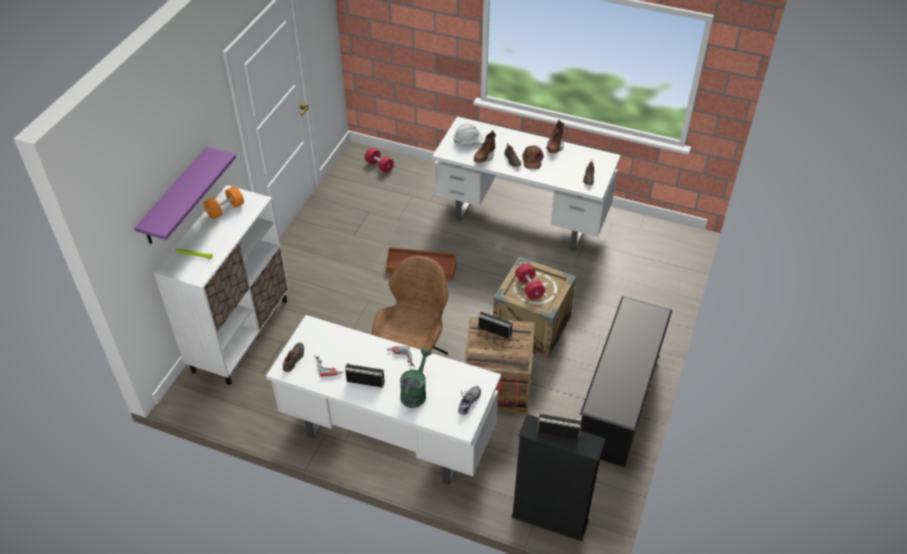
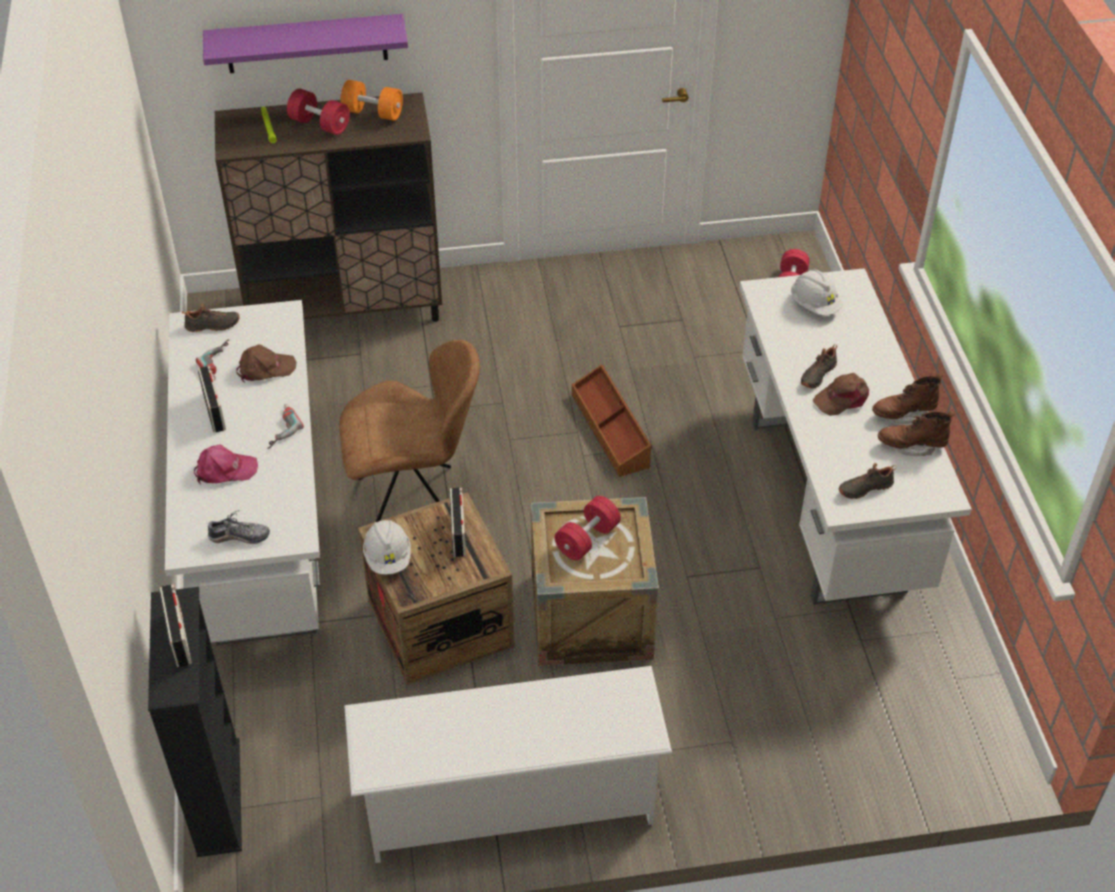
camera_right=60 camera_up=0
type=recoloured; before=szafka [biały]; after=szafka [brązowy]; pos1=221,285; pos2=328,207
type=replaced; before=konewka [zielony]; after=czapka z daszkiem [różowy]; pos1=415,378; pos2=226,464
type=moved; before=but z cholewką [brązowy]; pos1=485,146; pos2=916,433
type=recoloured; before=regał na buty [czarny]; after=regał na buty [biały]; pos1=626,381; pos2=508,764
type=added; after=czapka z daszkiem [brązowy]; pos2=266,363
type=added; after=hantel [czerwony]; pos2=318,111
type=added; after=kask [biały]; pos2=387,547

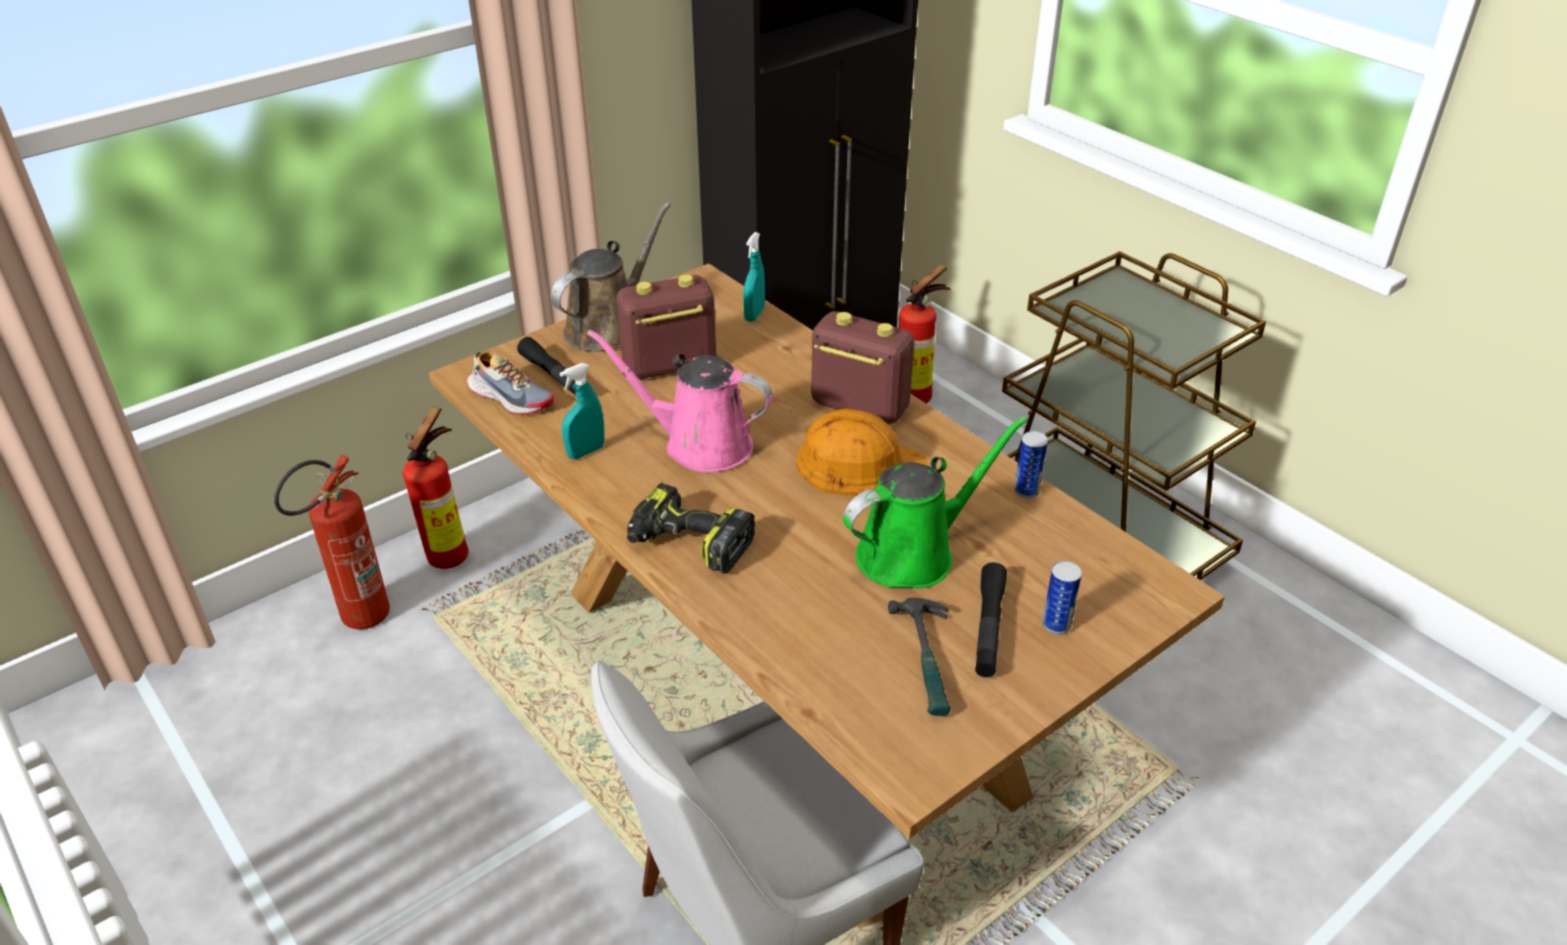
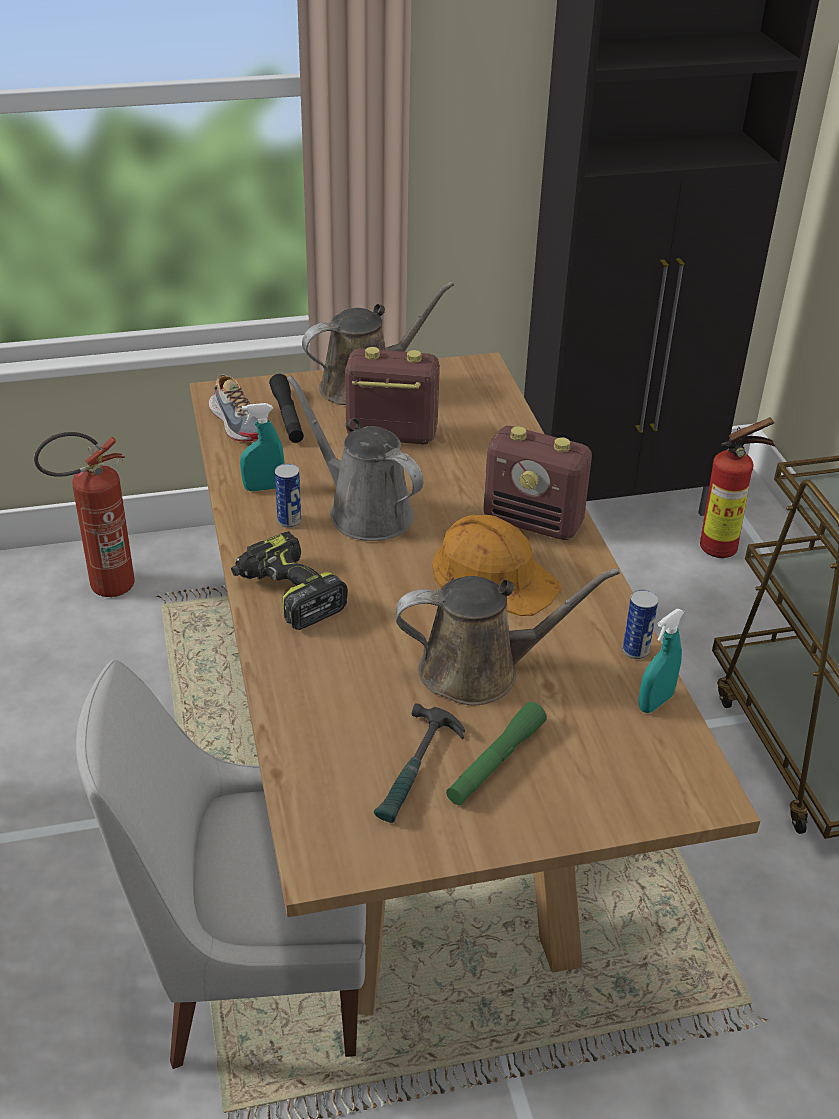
camera_right=25 camera_up=0
type=removed; before=gaśnica; pos1=436,487
type=recoloured; before=konewka [różowy]; after=konewka [szary]; pos1=680,401; pos2=355,458
type=moved; before=spryskiwacz [turkusowy]; pos1=754,276; pos2=661,661
type=turned; before=radio; pos1=863,368; pos2=537,483; turn=150
type=recoloured; before=konewka [zielony]; after=konewka [brązowy]; pos1=935,502; pos2=508,637
type=recoloured; before=latarka [czarny]; after=latarka [zielony]; pos1=991,620; pos2=496,753
type=moved; before=puszka; pos1=1062,598; pos2=288,495

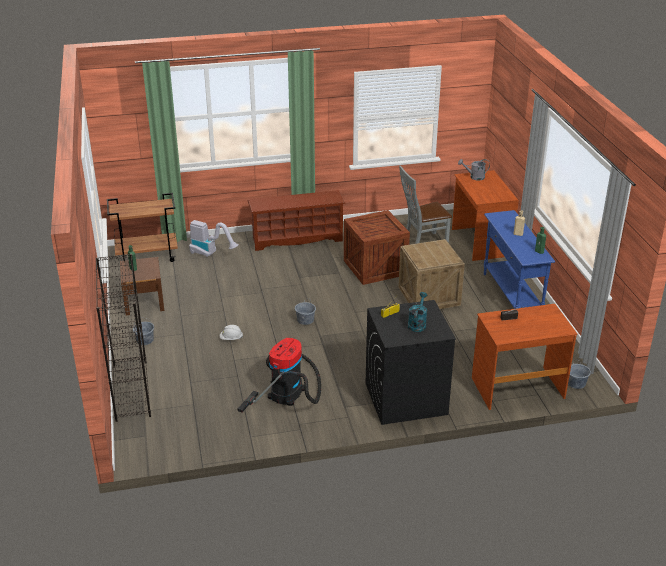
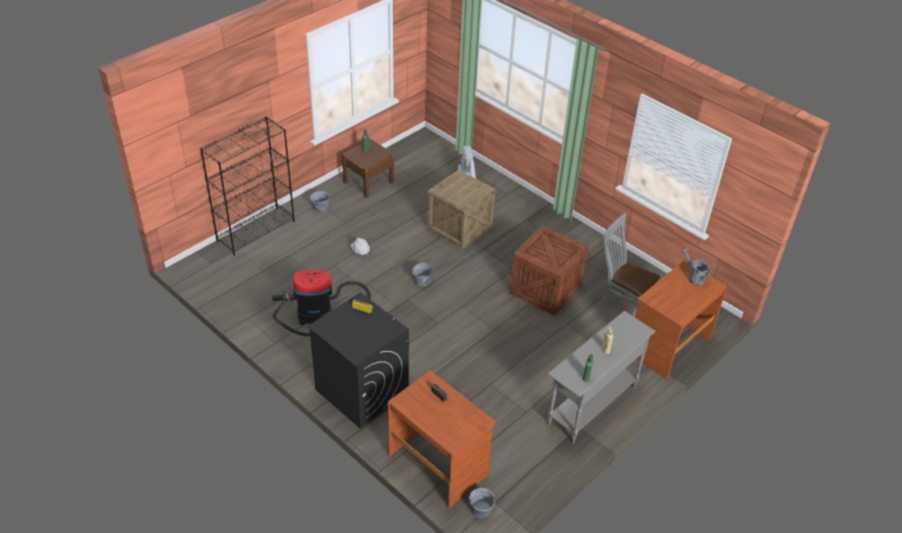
camera_right=55 camera_up=10
type=removed; before=wózek [brązowy]; pos1=142,227
type=removed; before=regał na buty [brązowy]; pos1=296,220
type=moved; before=skrzynka; pos1=431,274; pos2=461,209
type=removed; before=konewka [turkusowy]; pos1=417,312
type=recoloured; before=stolik konsolowy [niebieski]; after=stolik konsolowy [szary]; pos1=519,259; pos2=601,377

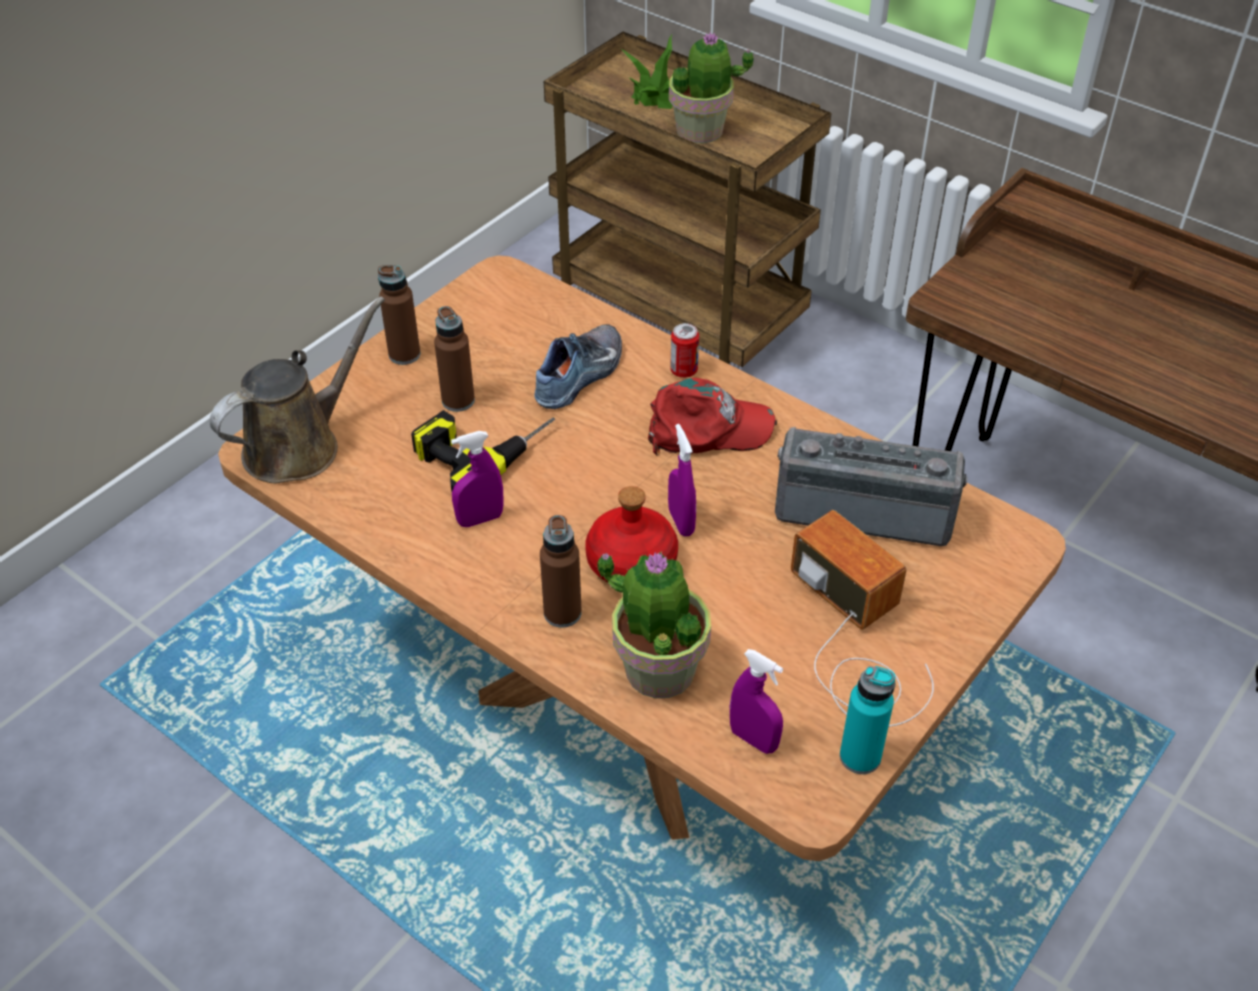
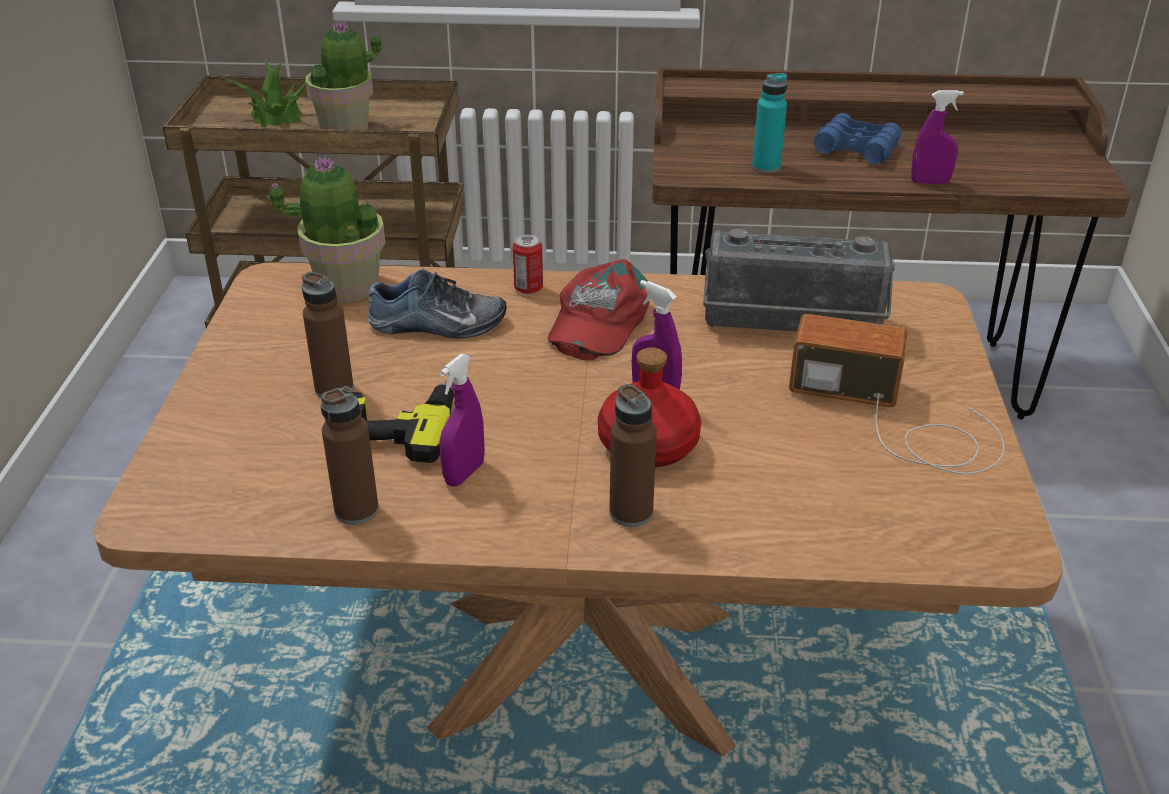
camera_right=-35 camera_up=-10
type=removed; before=konewka [brązowy]; pos1=297,390
type=moved; before=butelka [brązowy]; pos1=399,315; pos2=350,455
type=turned; before=but; pos1=578,366; pos2=437,303; turn=90
type=moved; before=roślina doniczkowa; pos1=654,625; pos2=327,229
type=turned; before=czapka z daszkiem [czerwony]; pos1=712,417; pos2=598,310; turn=150
type=moved; before=spryskiwacz [fioletowy]; pos1=756,701; pos2=937,137
type=turned; before=radio; pos1=871,486; pos2=799,280; turn=-150
type=moved; before=butelka [turkusowy]; pos1=867,720; pos2=769,123
type=added; after=lornetka [niebieski]; pos2=857,138

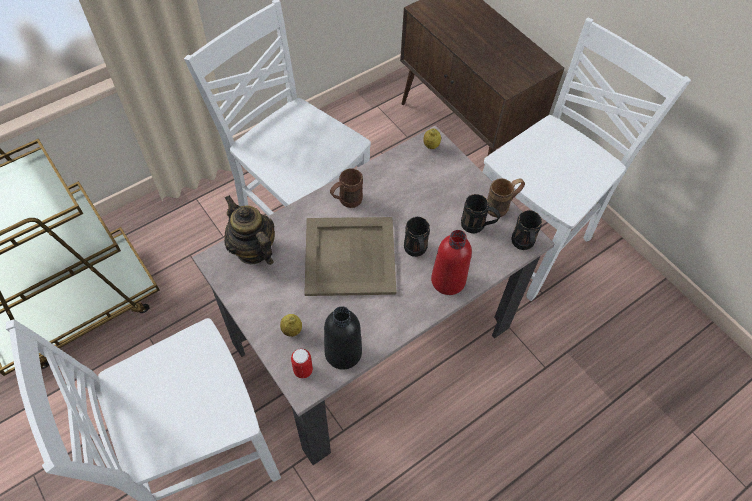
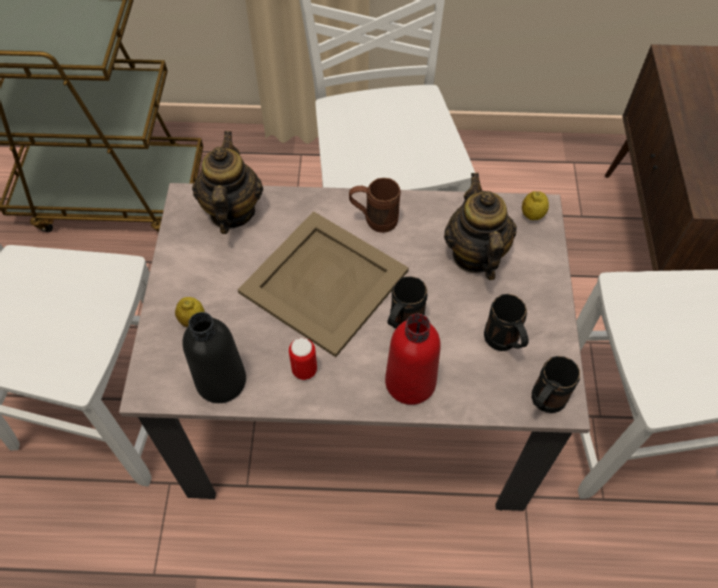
camera_right=40 camera_up=0
type=moved; before=puszka; pos1=302,364; pos2=303,359
type=removed; before=kubek [brązowy]; pos1=506,197
type=added; after=imbryk; pos2=480,226

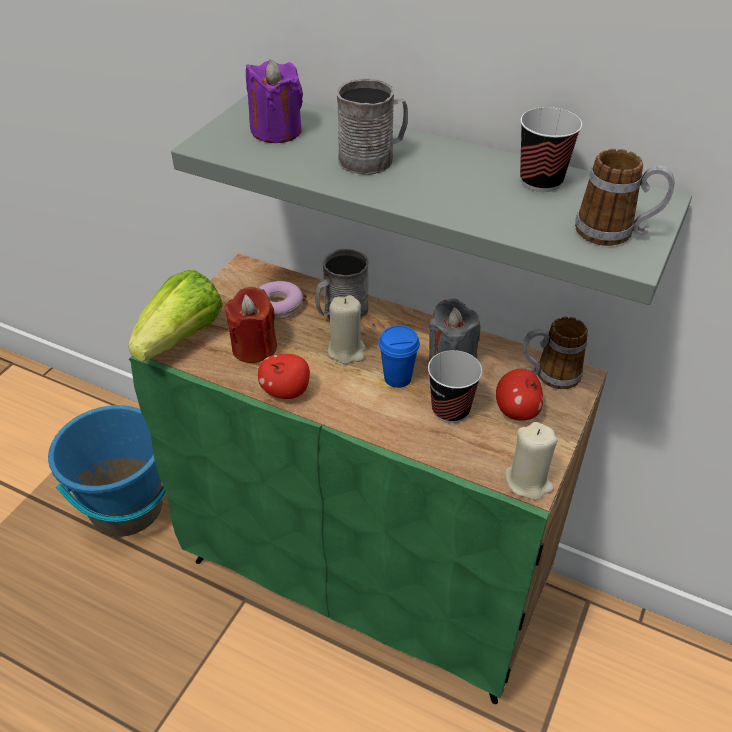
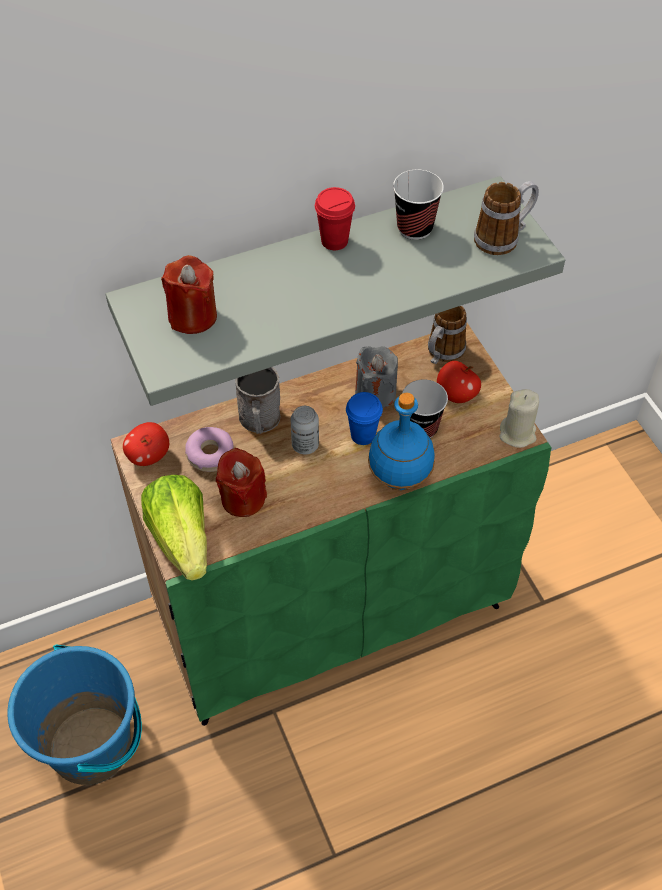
camera_right=-50 camera_up=10
type=recoloured; before=świeca [fioletowy]; after=świeca [czerwony]; pos1=274,101; pos2=189,294
type=moved; before=jabłko; pos1=284,376; pos2=146,444
type=replaced; before=świeca [beżowy]; after=puszka; pos1=346,329; pos2=304,430
type=removed; before=kubek [szary]; pos1=372,126
type=added; after=filiżanka [czerwony]; pos2=335,218
type=added; after=butelka [niebieski]; pos2=401,441

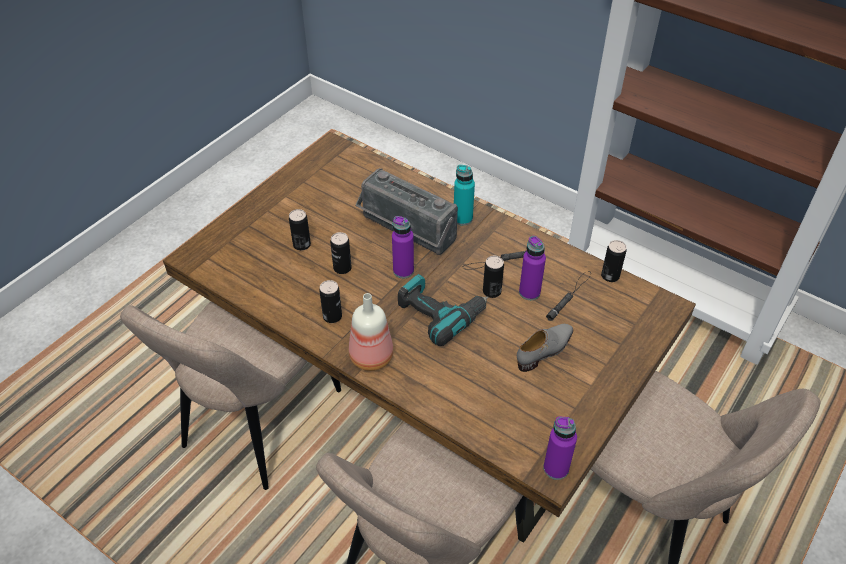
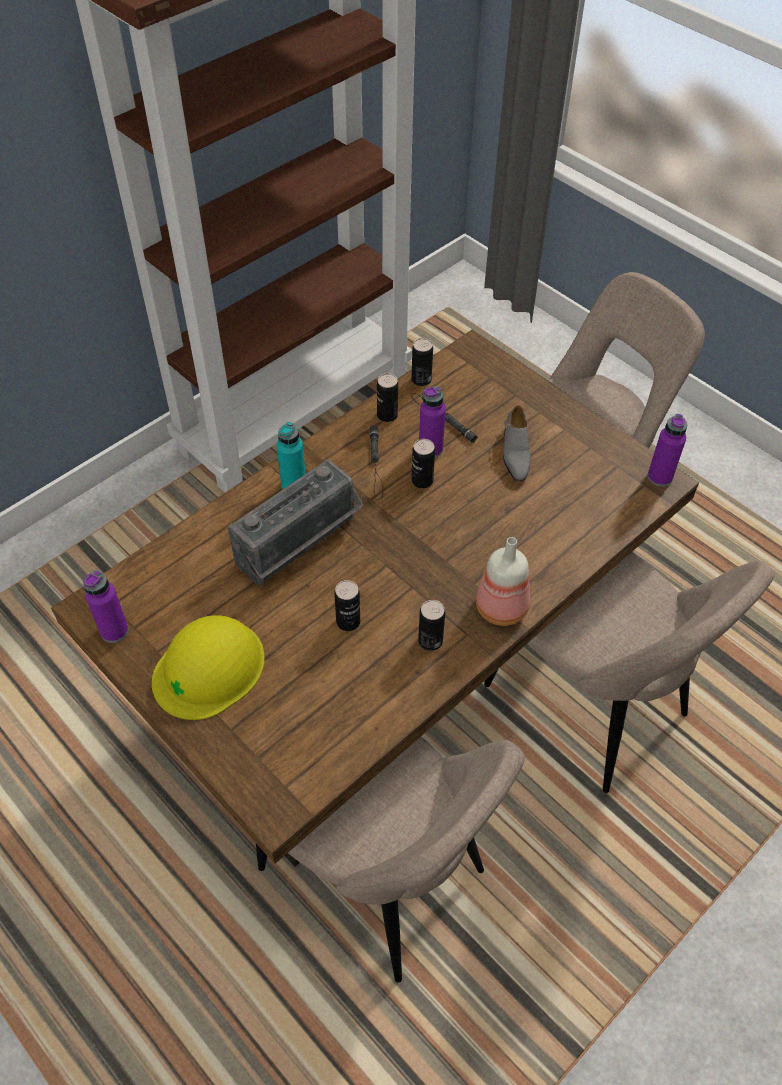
camera_right=-80 camera_up=5
type=moved; before=puszka; pos1=300,229; pos2=387,397
type=moved; before=butelka [fioletowy]; pos1=403,247; pos2=106,606
type=removed; before=wiertarka; pos1=443,310
type=turned; before=but [szary]; pos1=545,348; pos2=516,443; turn=-150
type=added; after=kask [żółty]; pos2=208,667

